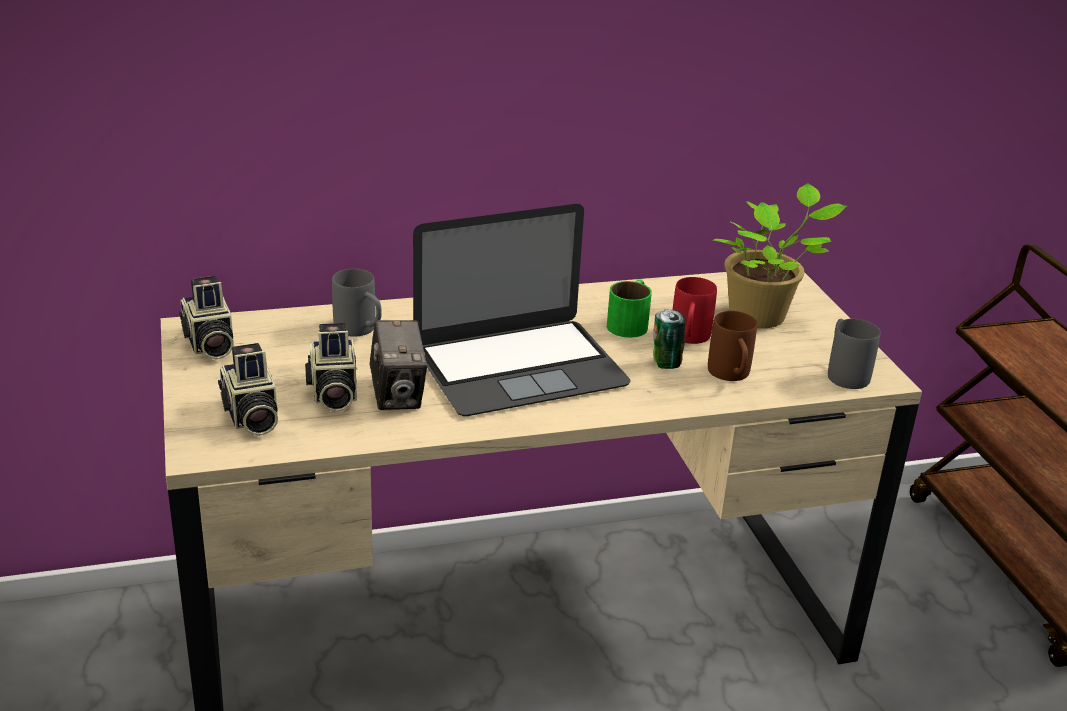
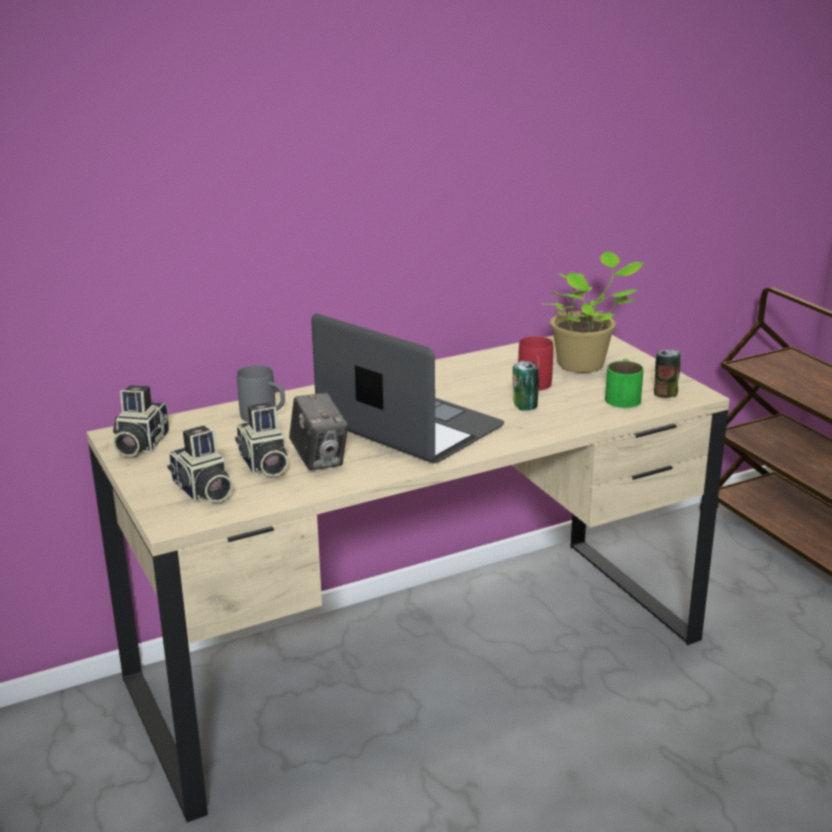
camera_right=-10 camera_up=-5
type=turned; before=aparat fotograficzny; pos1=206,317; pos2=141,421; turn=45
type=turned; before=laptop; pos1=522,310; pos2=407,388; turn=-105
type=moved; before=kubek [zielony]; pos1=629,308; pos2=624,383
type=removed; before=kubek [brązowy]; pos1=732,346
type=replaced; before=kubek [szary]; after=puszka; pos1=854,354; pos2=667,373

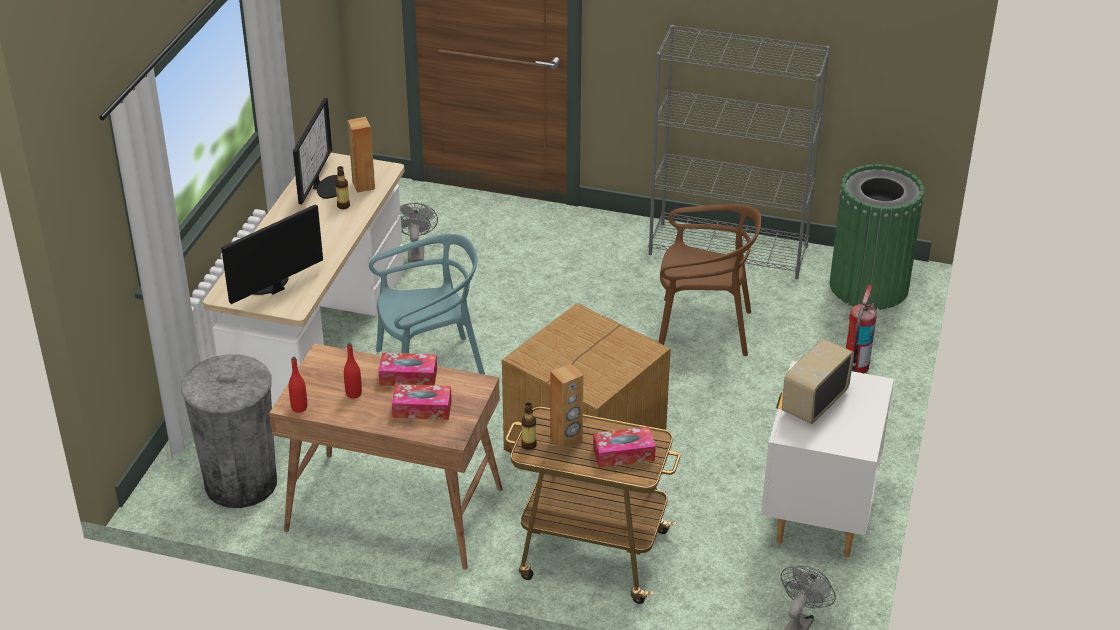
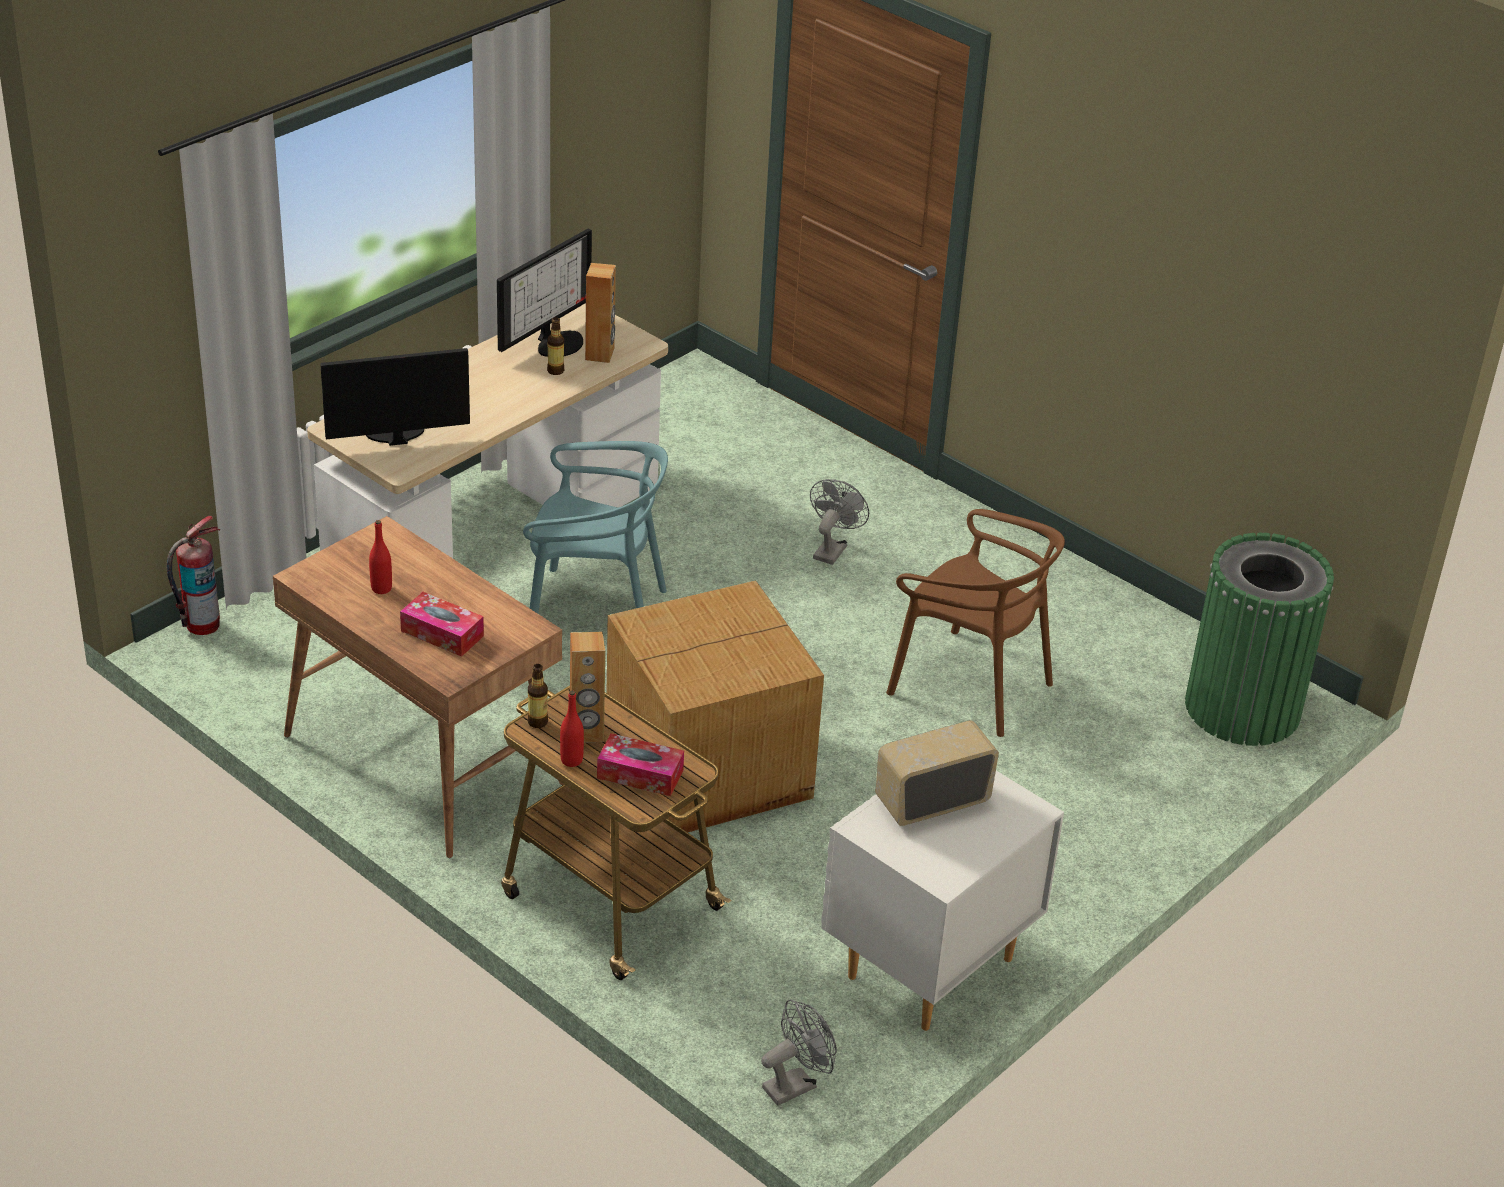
camera_right=25 camera_up=0
type=removed; before=kosz na śmieci [szary]; pos1=229,431
type=moved; before=butelka [czerwony]; pos1=298,385; pos2=572,728
type=removed; before=pudełko chusteczek; pos1=407,369
type=moved; before=wentylator [szary]; pos1=419,232; pos2=839,522
type=removed; before=regał [szary]; pos1=739,152
type=moved; before=gaśnica; pos1=861,329; pos2=193,575

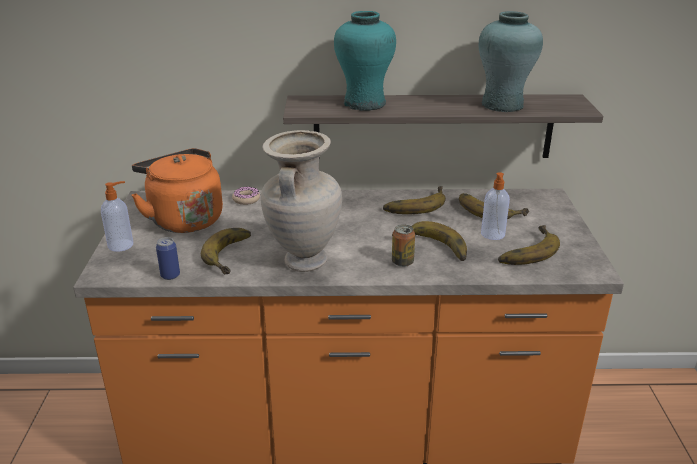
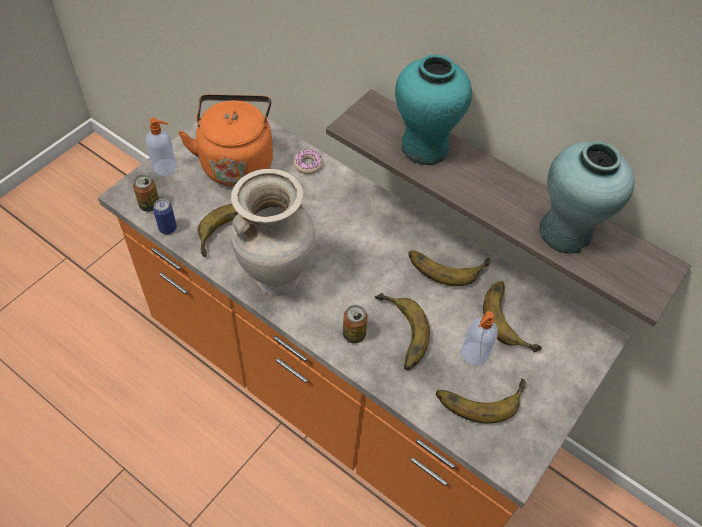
camera_right=35 camera_up=25
type=added; after=puszka; pos2=146,193

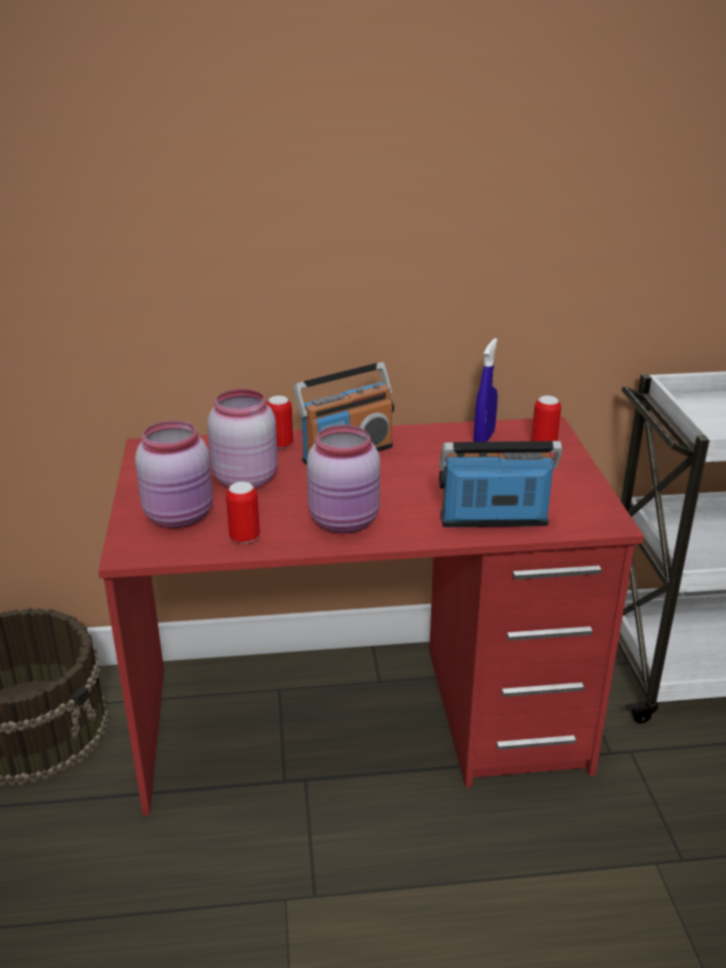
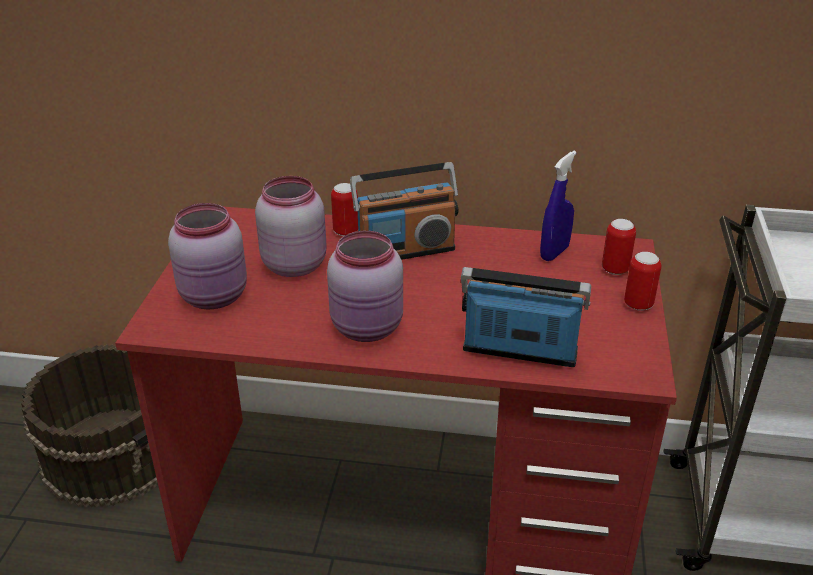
camera_right=15 camera_up=5
type=moved; before=puszka; pos1=243,512; pos2=642,281

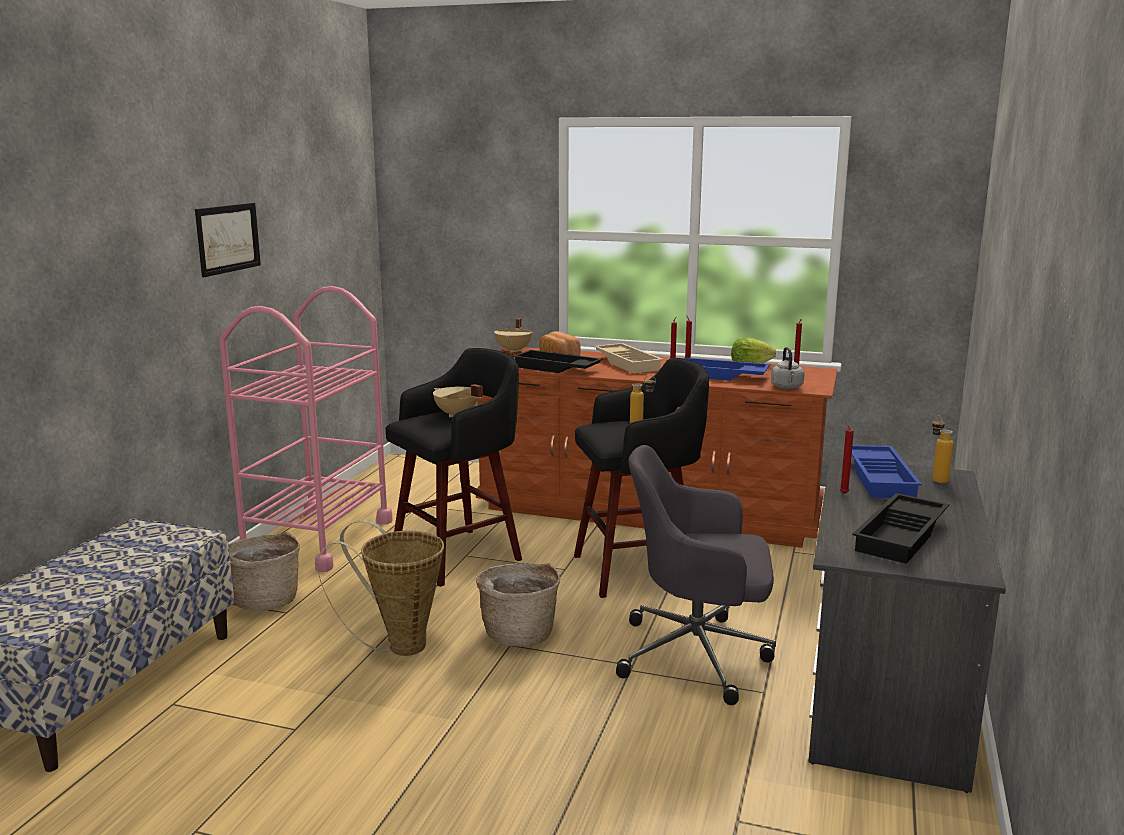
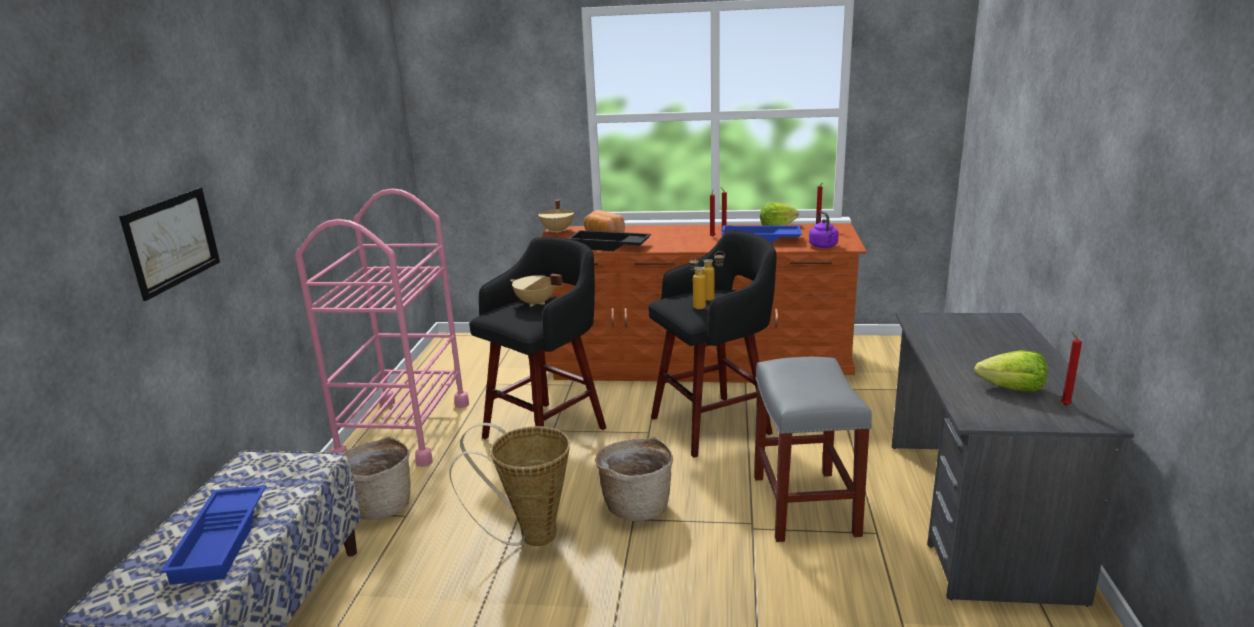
camera_right=-10 camera_up=5
type=moved; before=obraz; pos1=228,240; pos2=169,244
type=removed; before=taca [beżowy]; pos1=628,358
type=replaced; before=krzesło biurowe [szary]; after=stołek [szary]; pos1=696,575; pos2=813,449
type=recoloured; before=czajnik [szary]; after=czajnik [fioletowy]; pos1=788,368; pos2=824,229
type=moved; before=świeca [czerwony]; pos1=847,457; pos2=1071,368
type=moved; before=taca [niebieski]; pos1=887,471; pos2=213,535
type=replaced; before=taca [czarny]; after=sałata; pos1=900,528; pos2=1011,371
type=moved; before=butelka; pos1=942,449; pos2=697,282

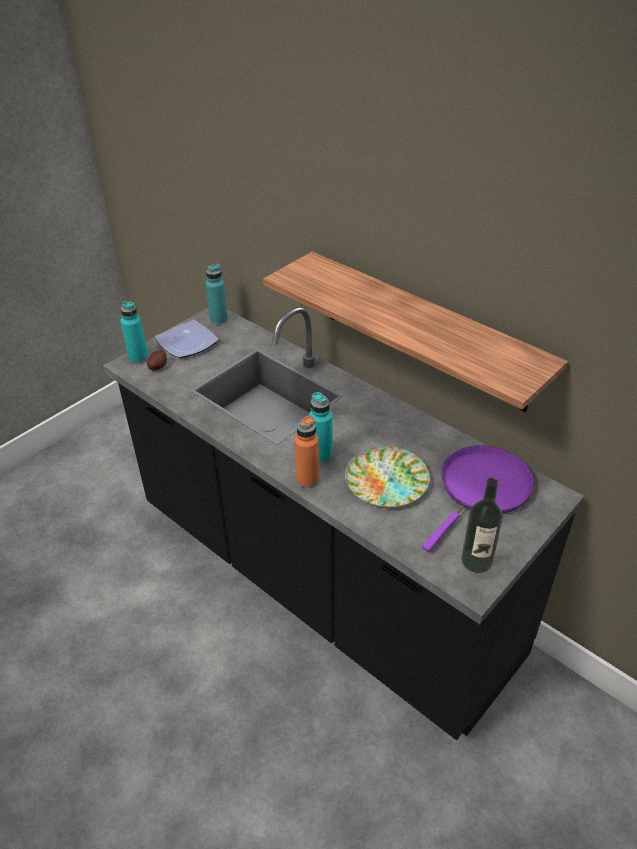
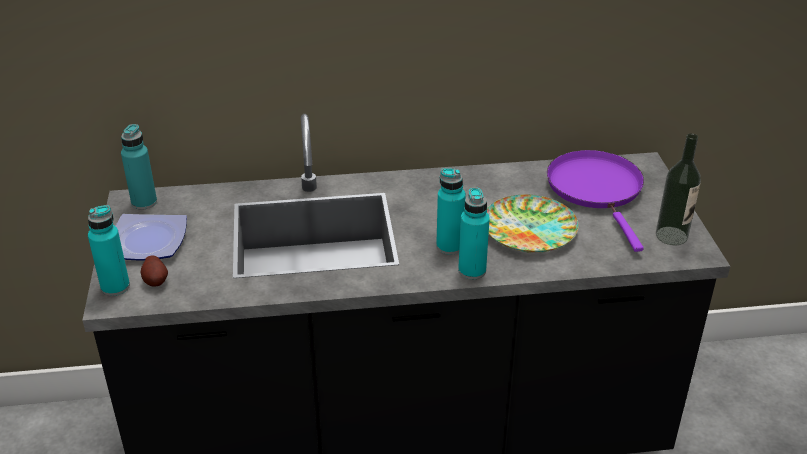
camera_right=-50 camera_up=-5
type=removed; before=półka; pos1=415,331
type=recoloured; before=butelka [pomarańczowy]; after=butelka [turkusowy]; pos1=306,451; pos2=474,233

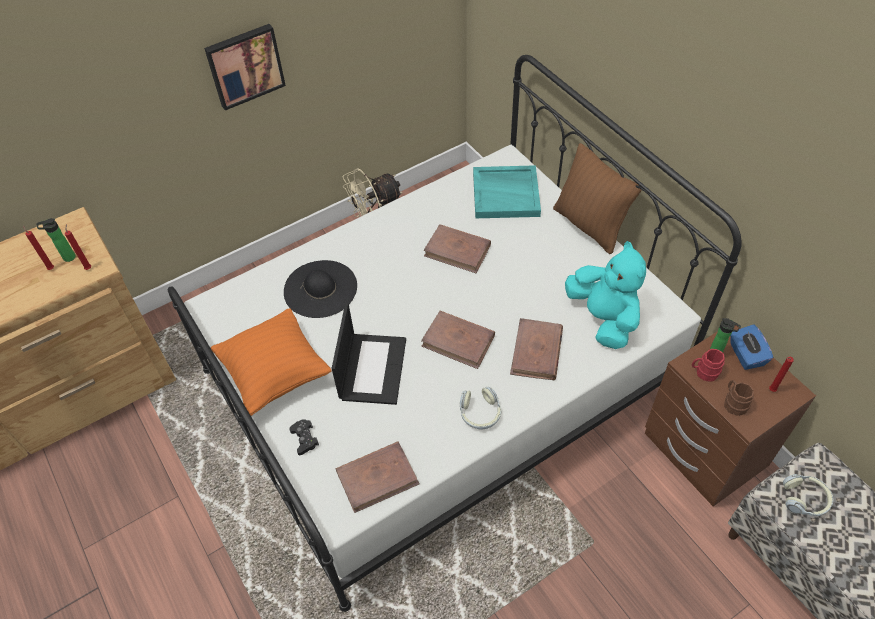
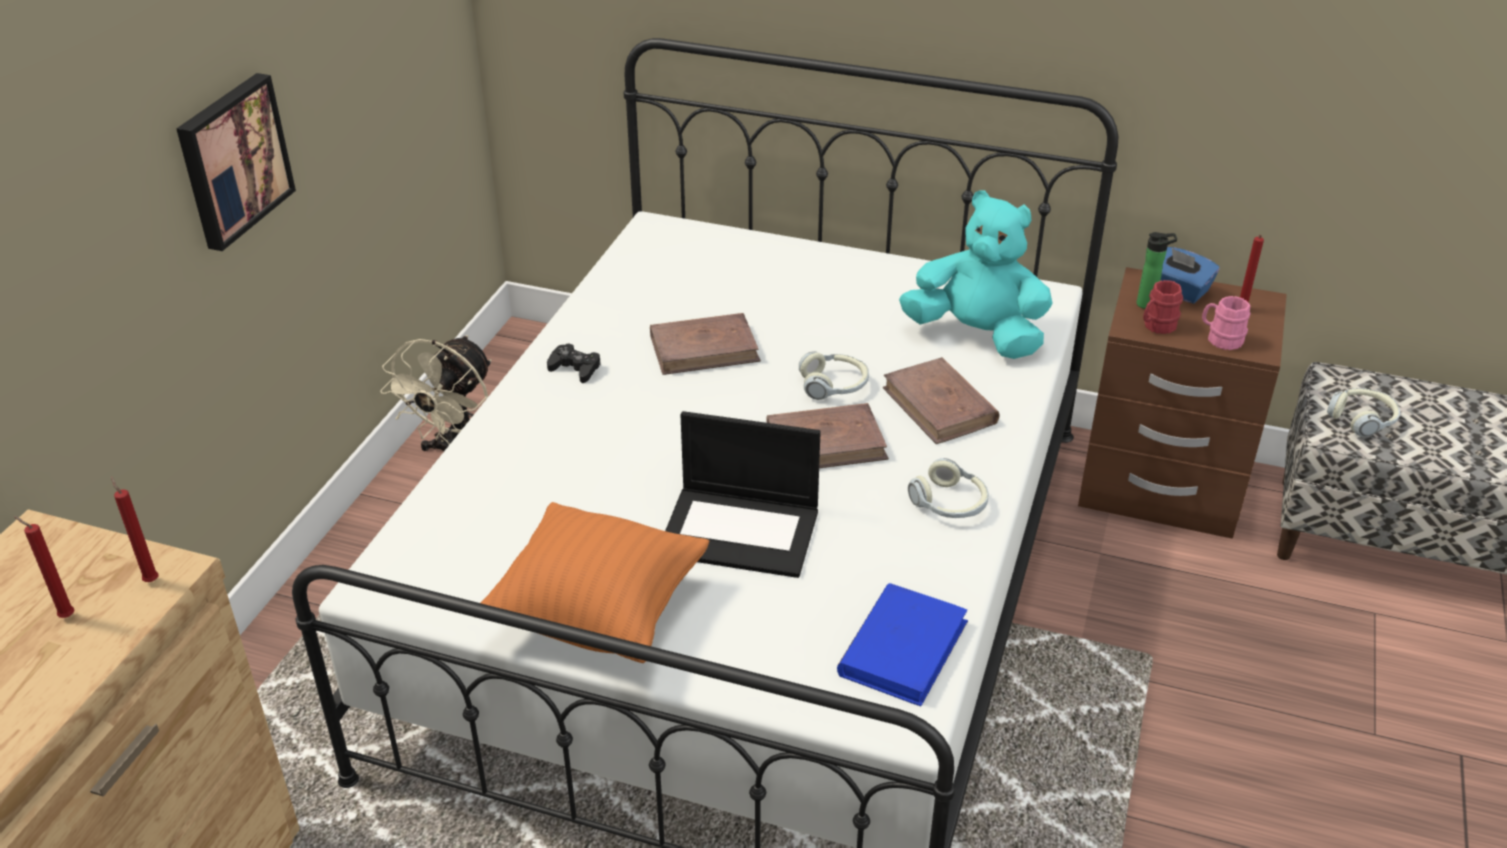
camera_right=-40 camera_up=-15
type=removed; before=butelka; pos1=56,240
type=removed; before=kapelusz [czarny]; pos1=320,289
type=moved; before=pad do gier [czarny]; pos1=304,437; pos2=574,363
type=turned; before=laptop; pos1=369,354; pos2=743,494; turn=135
type=recoloured; before=książka [brązowy]; after=książka [niebieski]; pos1=378,477; pos2=902,644
type=removed; before=taca [turkusowy]; pos1=507,191
type=removed; before=poduszka [brązowy]; pos1=597,198
type=recoloured; before=kubek [brązowy]; after=kubek [różowy]; pos1=739,398; pos2=1226,323
type=added; after=słuchawki; pos2=834,375

